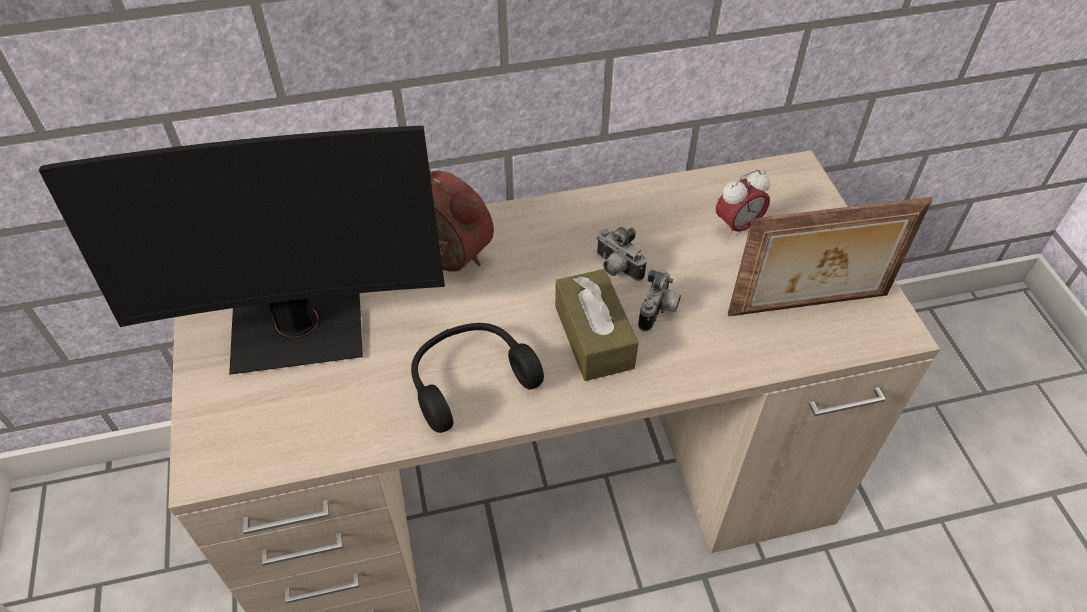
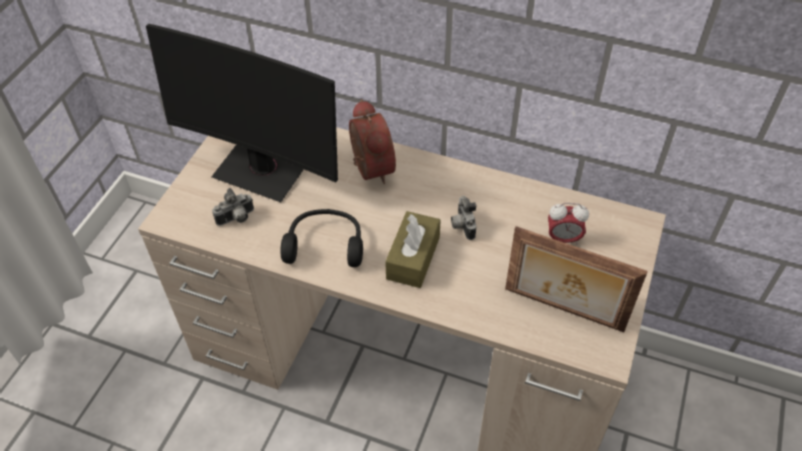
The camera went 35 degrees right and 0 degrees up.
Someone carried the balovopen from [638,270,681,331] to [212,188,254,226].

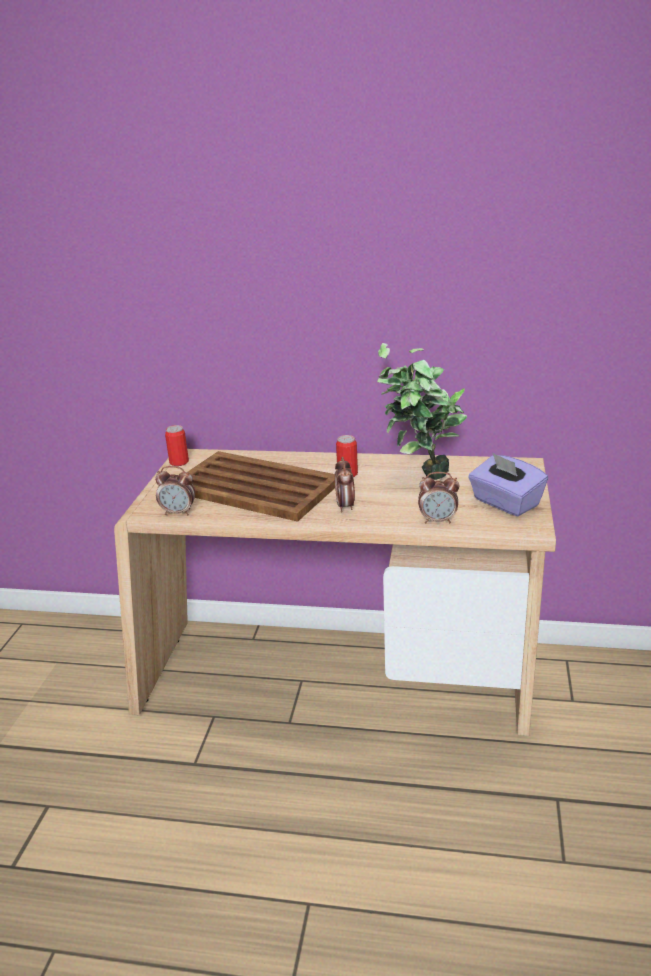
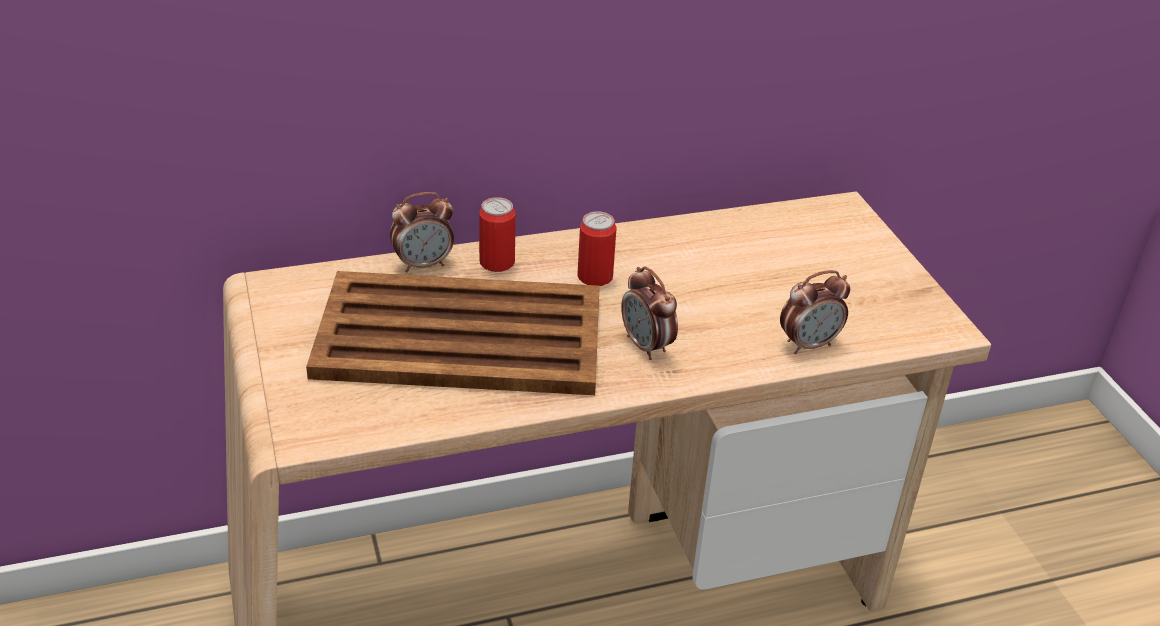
The camera went 30 degrees left and 10 degrees up.
Someone carried the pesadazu from [155,466,195,515] to [390,192,454,273].
Someone carried the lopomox from [165,425,189,466] to [479,197,516,272].
Someone took away the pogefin at [377,343,467,480].
Someone took away the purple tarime at [468,453,548,516].

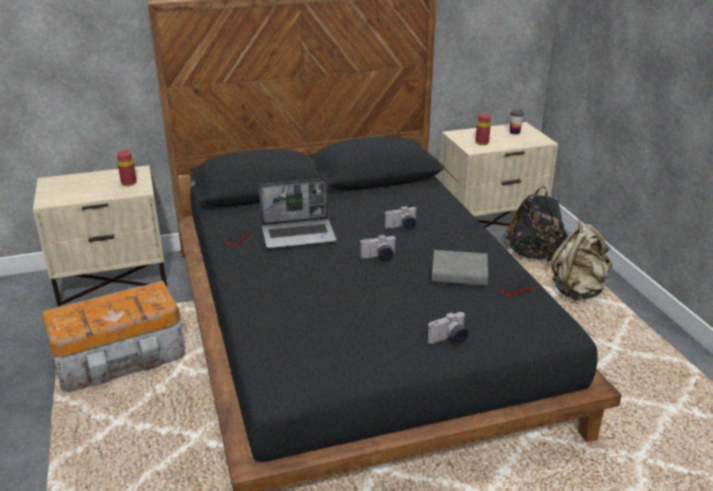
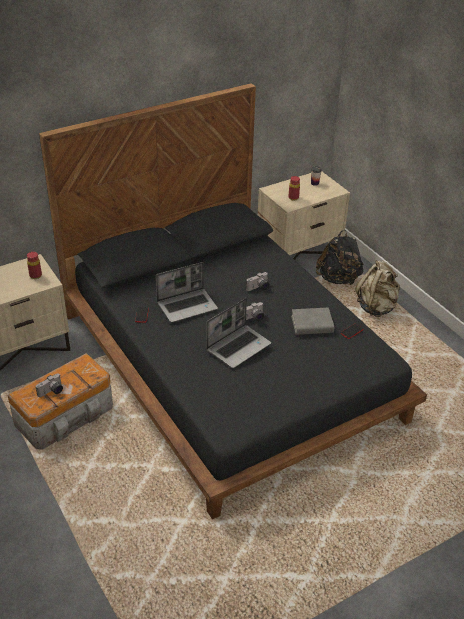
The camera went 15 degrees left and 10 degrees up.
Someone carried the balovopen from [426,312,468,344] to [36,373,63,397].
Someone put down the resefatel at [206,298,271,368].

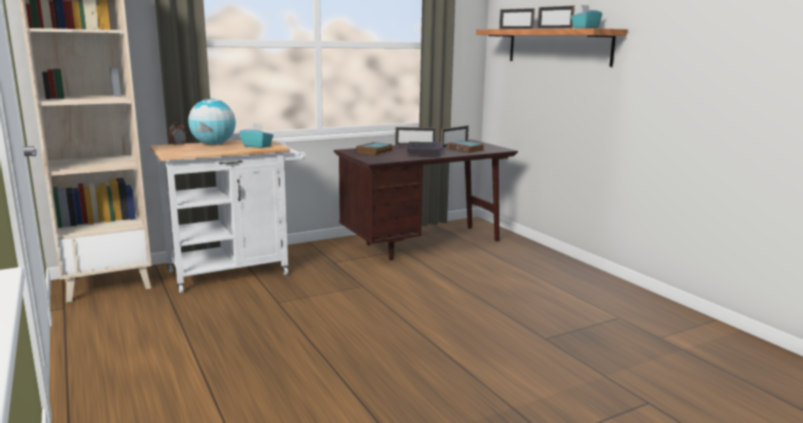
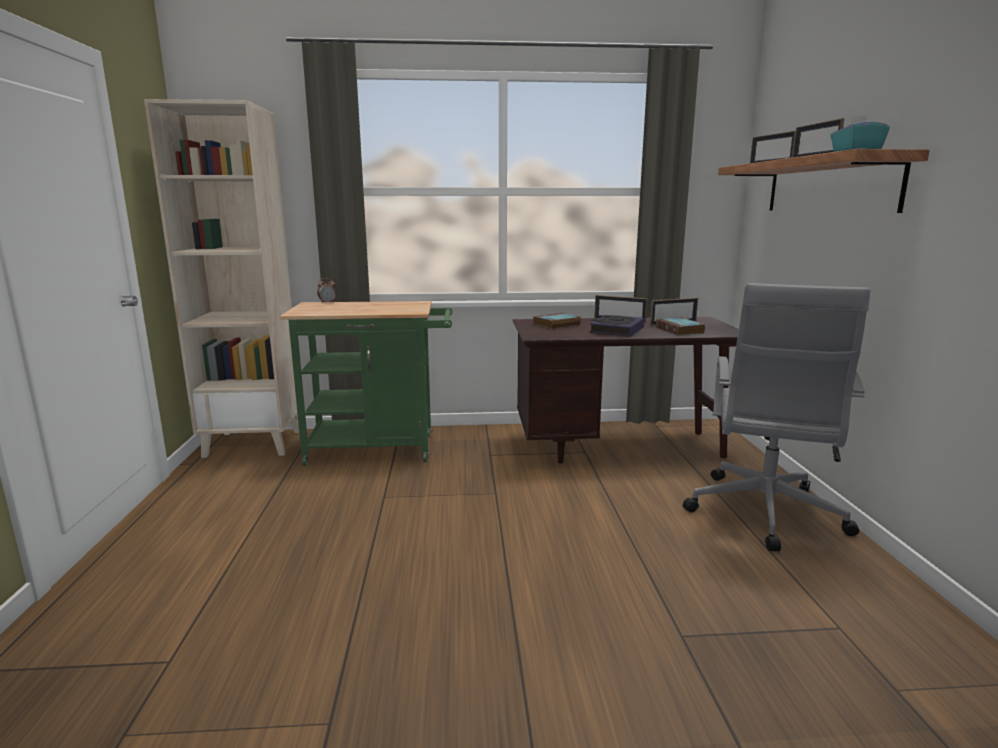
The camera went 25 degrees right and 0 degrees up.
Someone repainted the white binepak at [150,140,306,293], which became the green binepak at [279,301,452,466].
Someone put down the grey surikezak at [683,283,871,551].
Someone took away the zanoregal at [188,99,236,145].
Someone took away the turquoise tarime at [240,123,274,148].

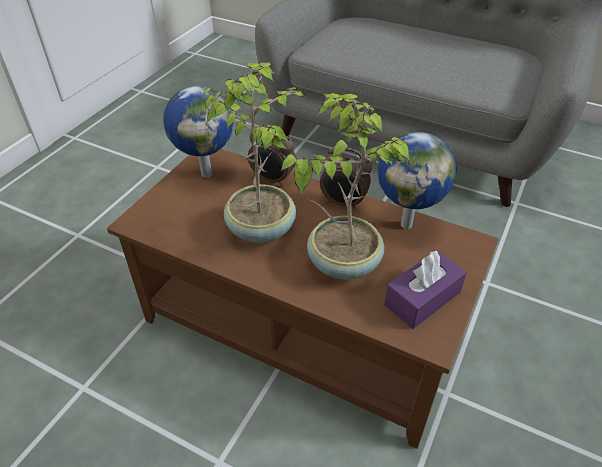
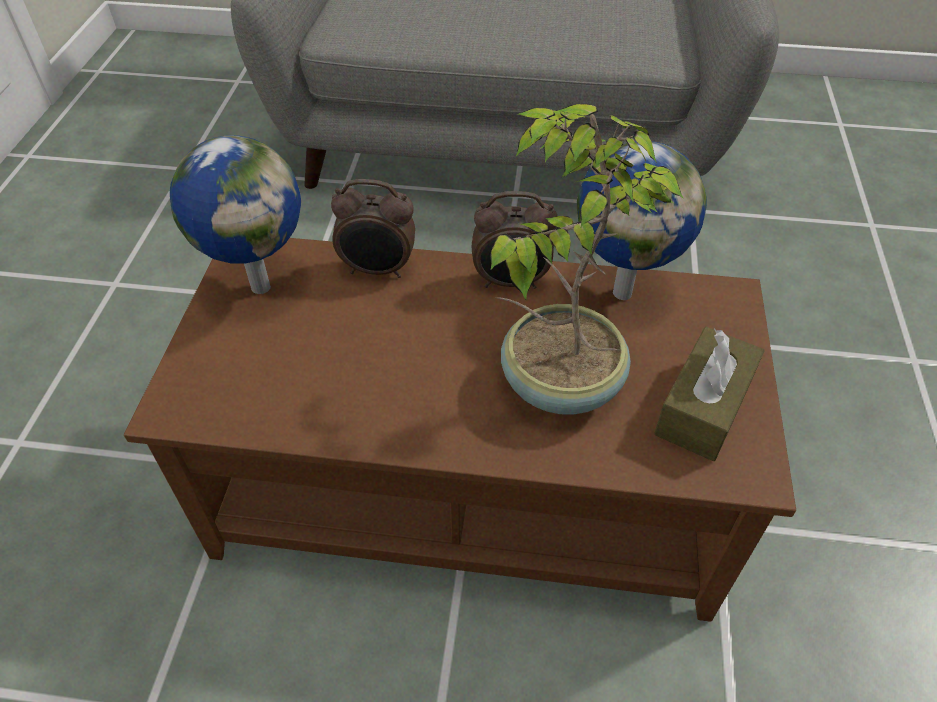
The camera went 20 degrees left and 5 degrees up.
Someone repainted the purple tarime at [384,251,467,329], which became the brown tarime at [654,327,765,461].
Someone took away the pogefin at [201,63,306,243].

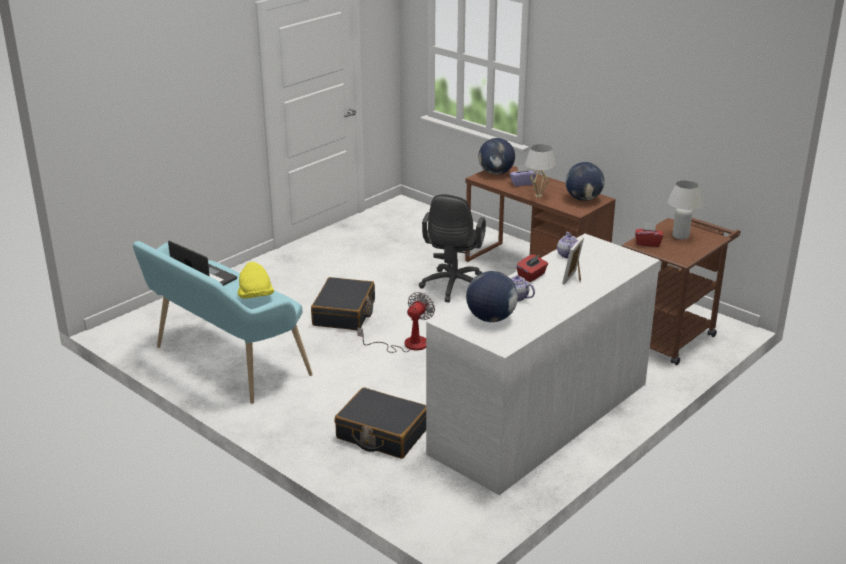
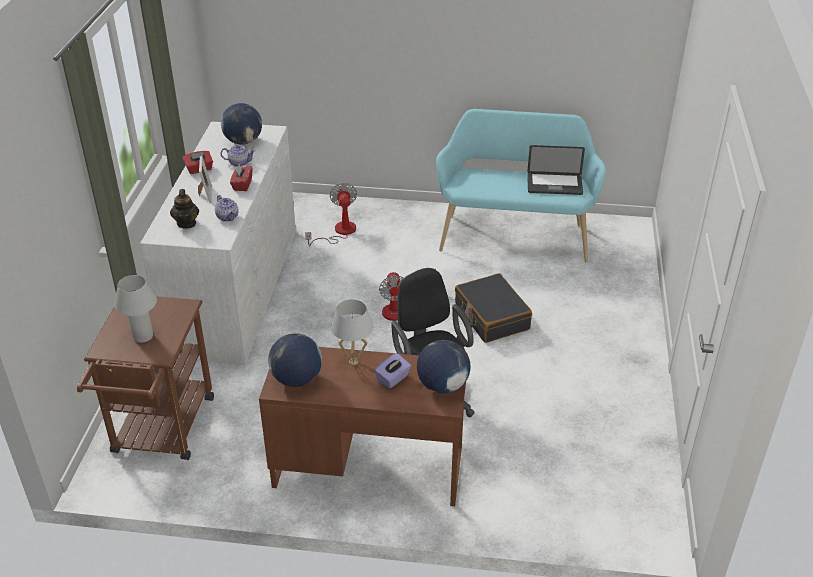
The camera went 145 degrees right and 10 degrees up.
Someone put down the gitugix at [170,189,199,229].
Someone carried the red tarime from [635,223,663,247] to [183,151,213,174].
Someone swapped the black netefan at [334,387,426,459] for the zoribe at [305,183,357,246].
Someone took away the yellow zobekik at [237,262,274,299].

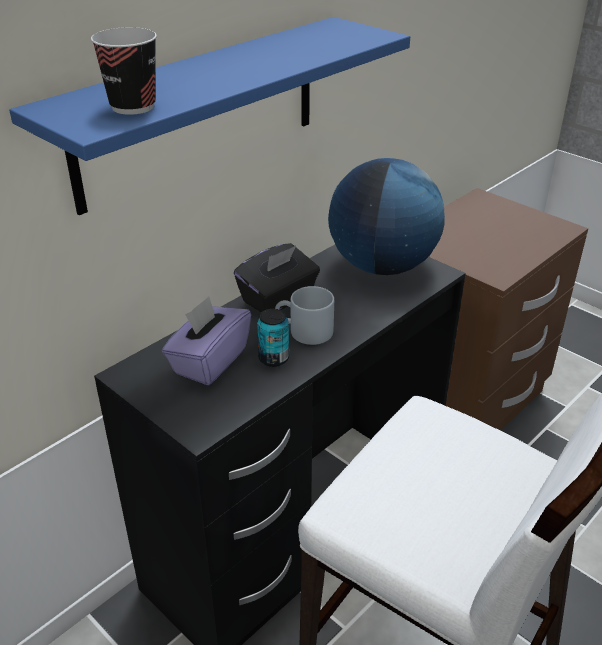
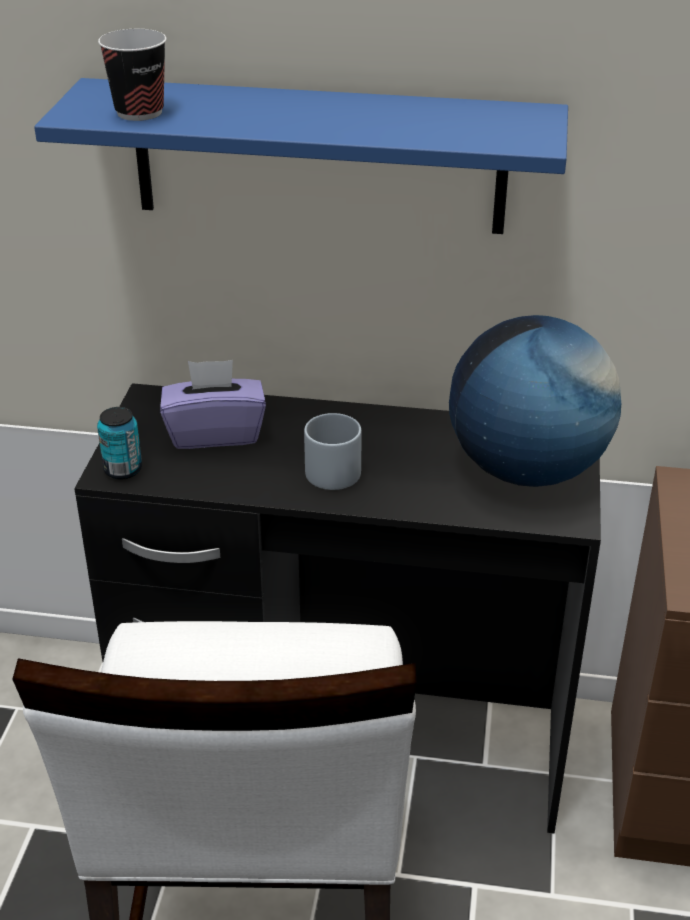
The camera went 55 degrees right and 0 degrees up.
Someone carried the lopomox from [257,309,289,367] to [97,407,142,480].
Someone took away the black tarime at [234,243,320,313].

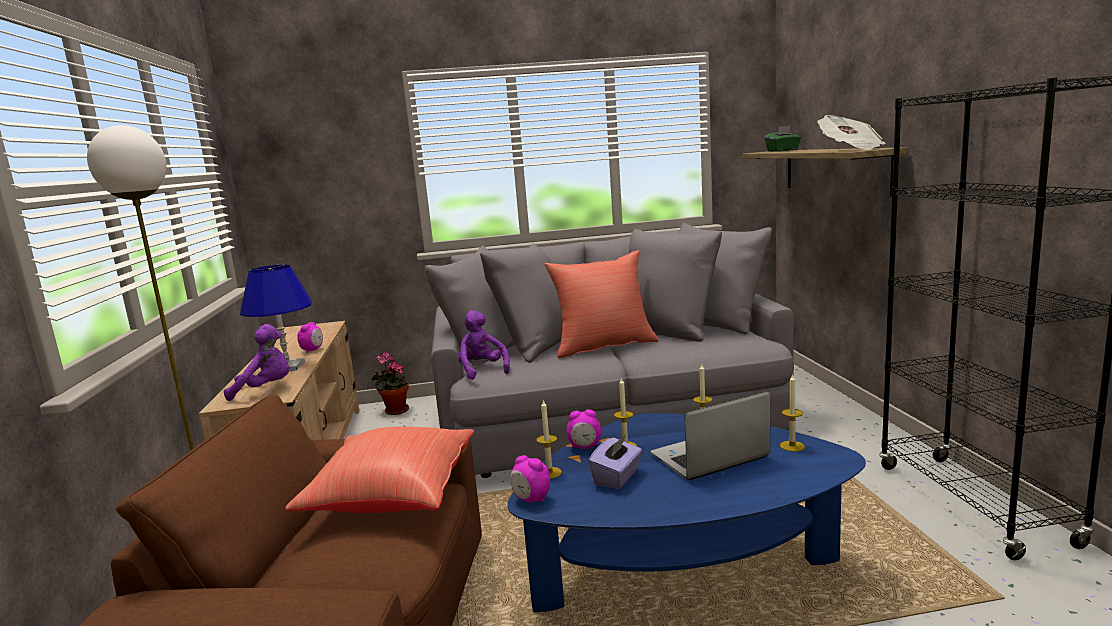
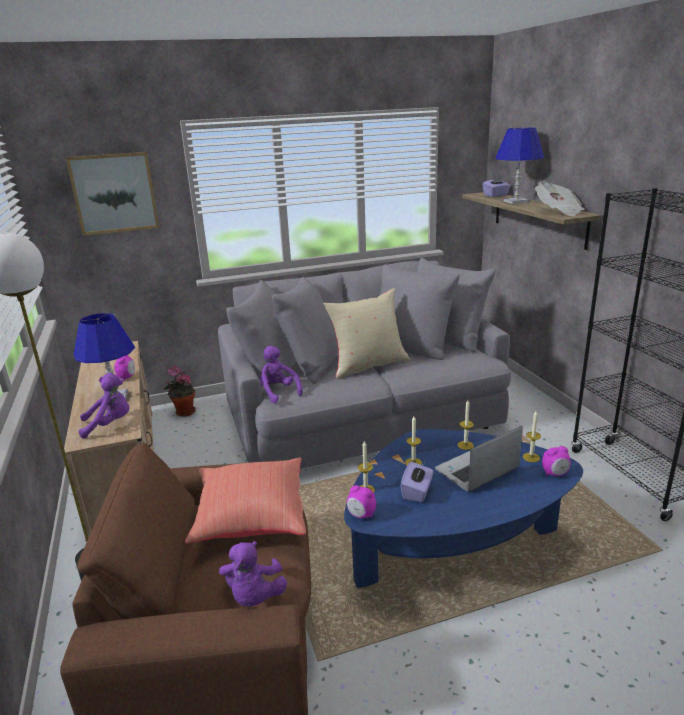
The camera went 10 degrees left and 10 degrees up.
Someone put up the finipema at [65,152,160,236].
Someone put down the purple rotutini at [219,541,287,606].
Someone repainted the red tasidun at [544,250,659,358], which became the beige tasidun at [324,288,410,379].
Someone repainted the green tarime at [765,126,801,152], which became the purple tarime at [482,176,511,197].
Someone put down the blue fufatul at [495,127,544,204].
Someone carried the pesadazu from [567,409,601,449] to [542,446,571,476].

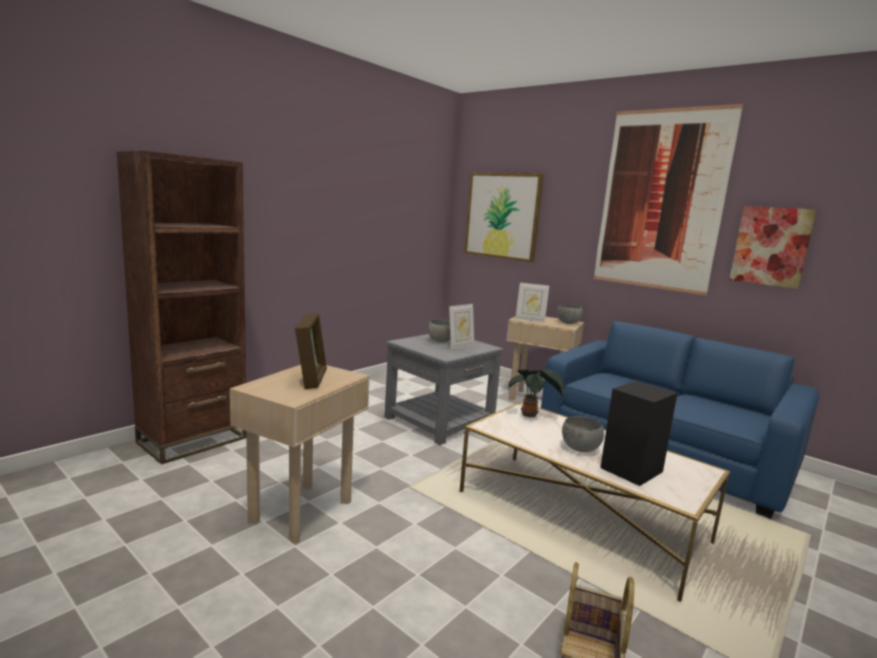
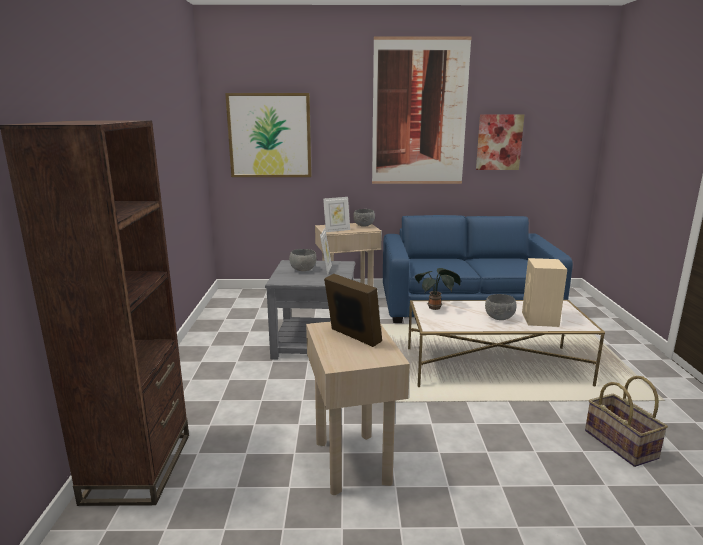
The camera went 40 degrees left and 5 degrees up.
Someone repainted the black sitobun at [600,381,677,486], which became the beige sitobun at [522,258,567,327].

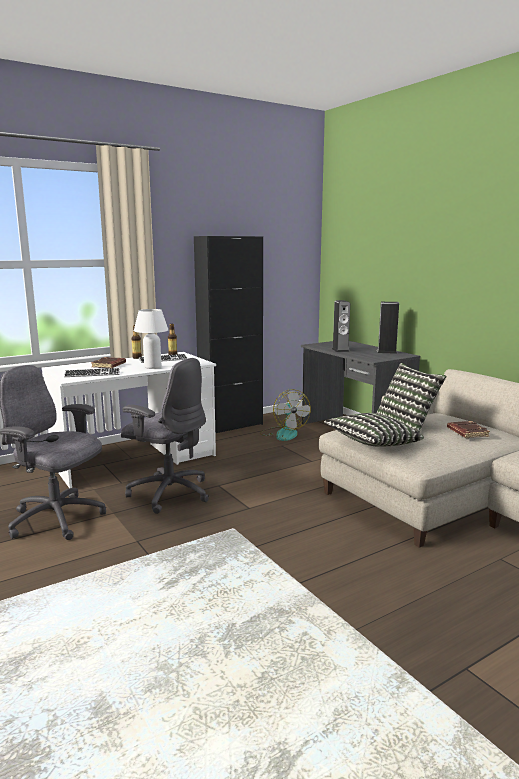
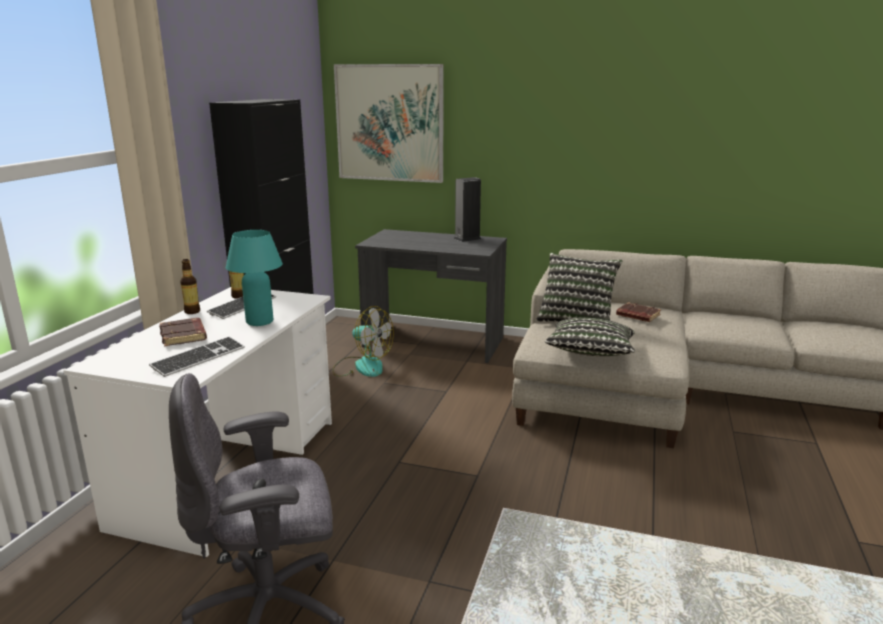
The camera went 40 degrees left and 5 degrees up.
Someone repainted the white fufatul at [134,309,168,369], which became the turquoise fufatul at [226,230,283,326].
Someone put up the finipema at [334,64,443,183].
Someone took away the grey surikezak at [121,358,209,514].
Someone took away the sitobun at [332,300,350,352].

